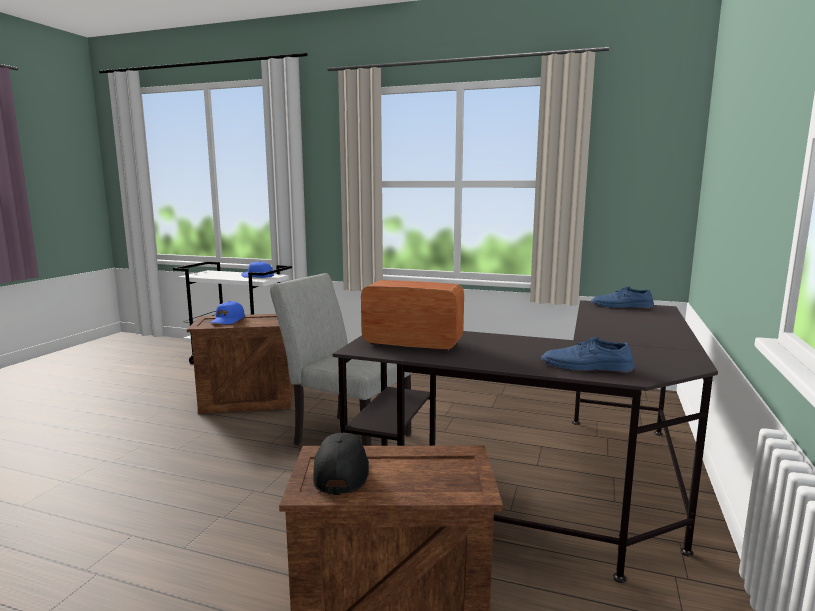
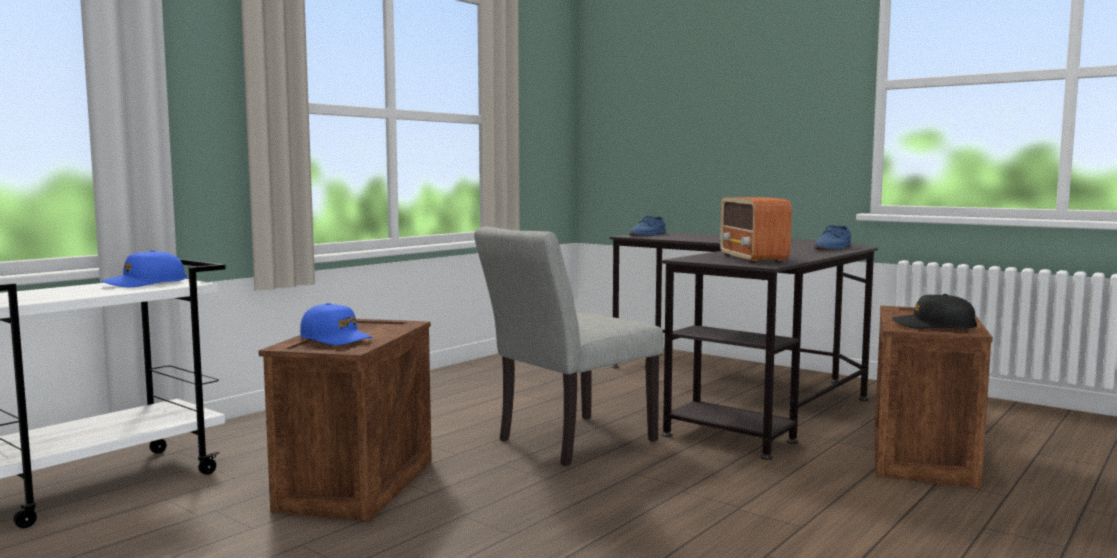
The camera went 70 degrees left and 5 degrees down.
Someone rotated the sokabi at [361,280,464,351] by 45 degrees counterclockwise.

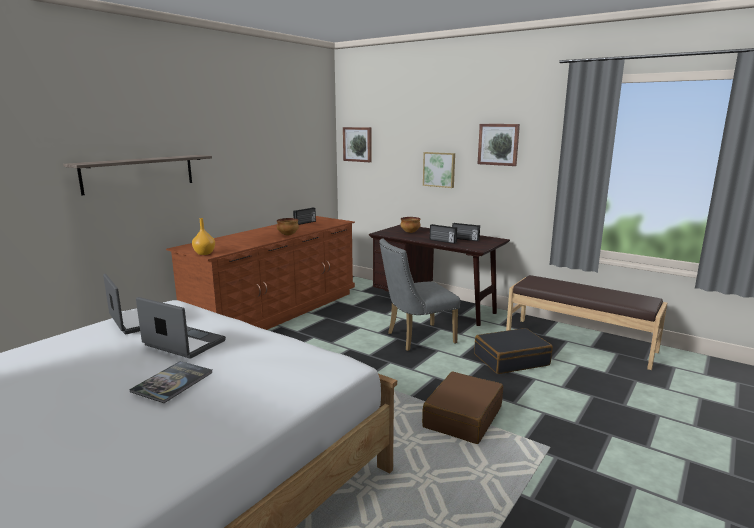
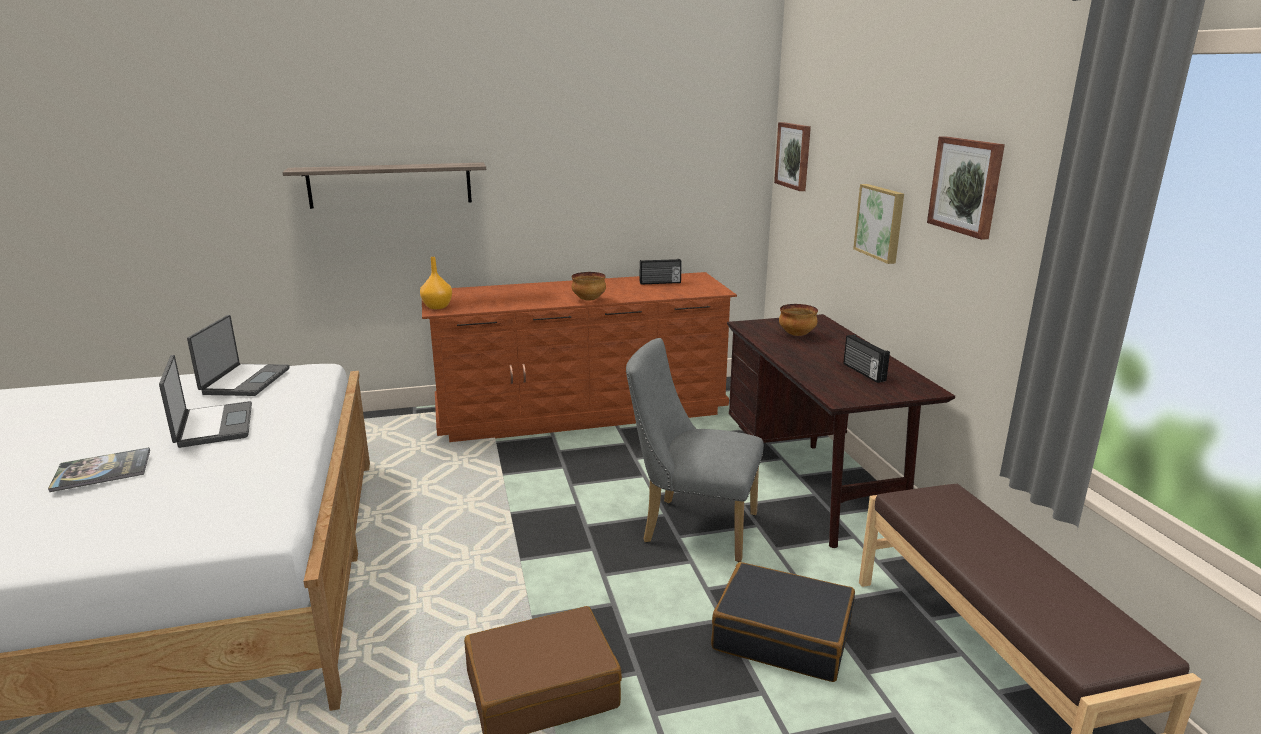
The camera went 40 degrees right and 5 degrees up.
Someone took away the sokabi at [430,224,457,244].

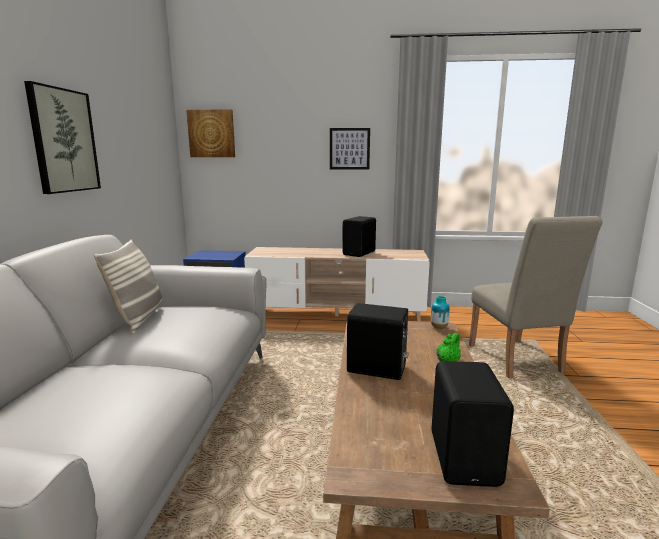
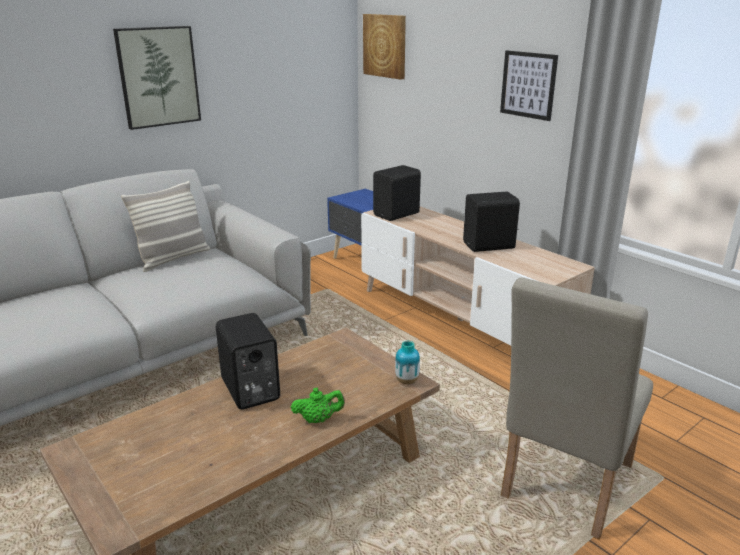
The camera went 45 degrees right and 10 degrees up.
Someone carried the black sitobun from [431,361,514,487] to [373,165,421,221].

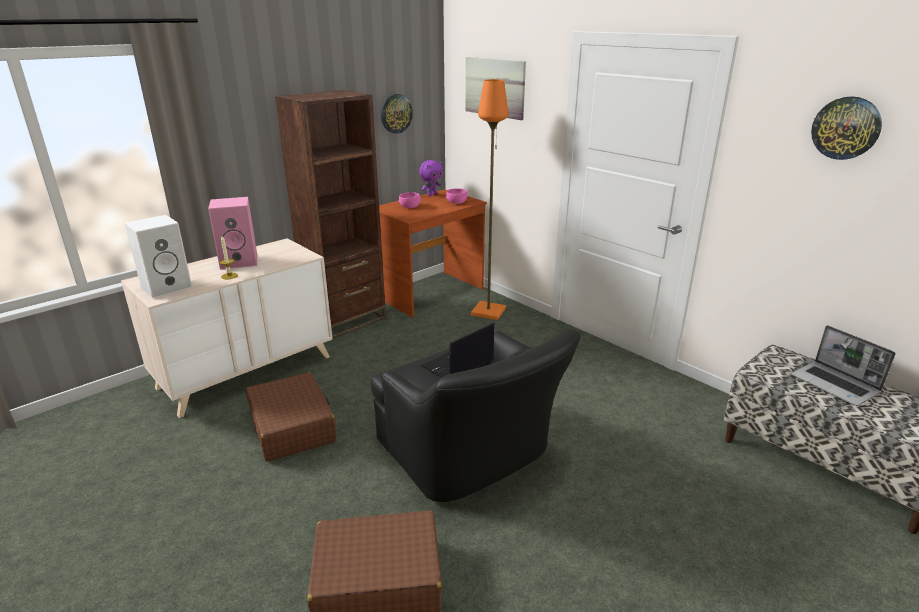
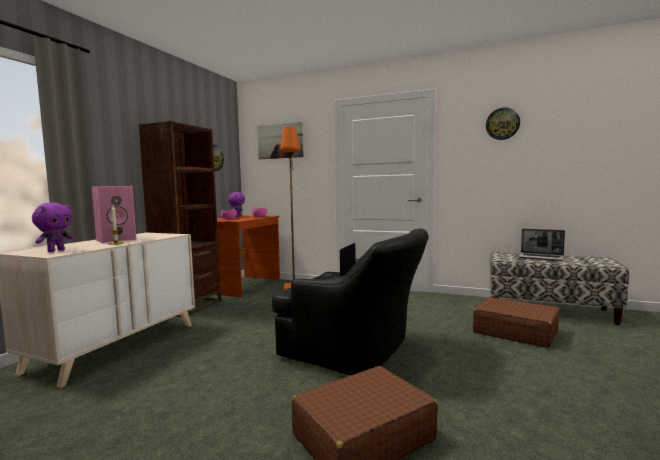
The camera went 25 degrees left and 20 degrees down.
Someone swapped the white sitobun at [124,215,192,299] for the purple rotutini at [32,203,73,252].
Someone carried the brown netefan from [246,372,336,461] to [473,297,560,348].

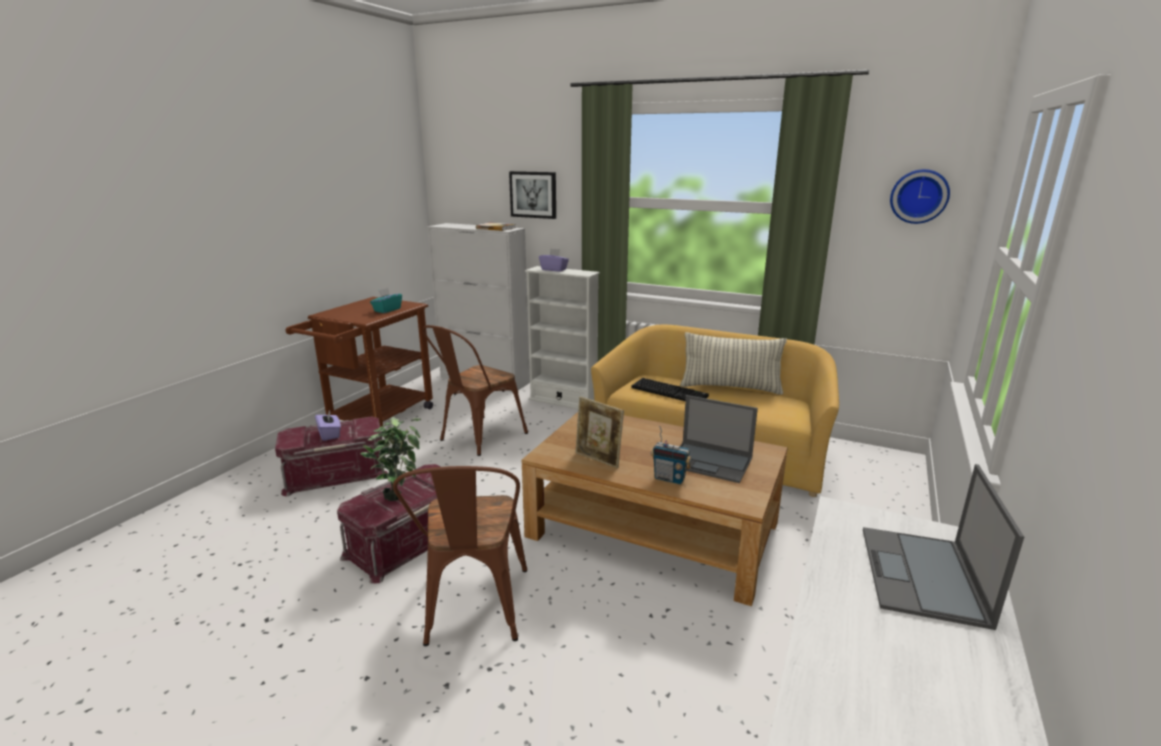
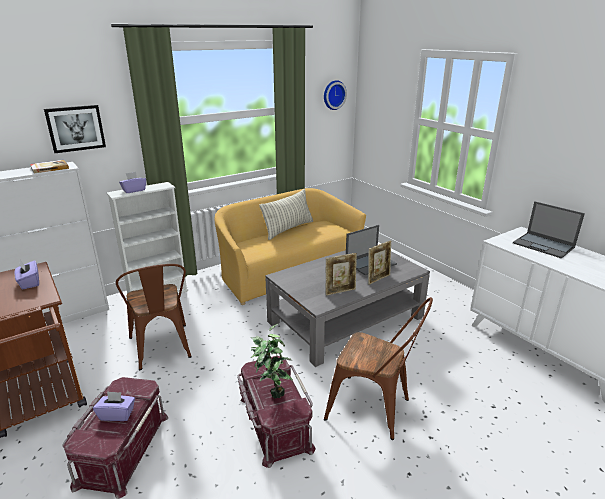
The camera went 60 degrees left and 5 degrees up.
Someone repainted the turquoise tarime at [370,288,402,313], which became the purple tarime at [14,260,39,289].
Someone repainted the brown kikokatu at [522,412,788,606], which became the grey kikokatu at [265,250,430,367].
Someone swapped the sokabi at [651,426,692,484] for the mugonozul at [368,241,391,285].
Someone took away the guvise at [632,378,709,401].

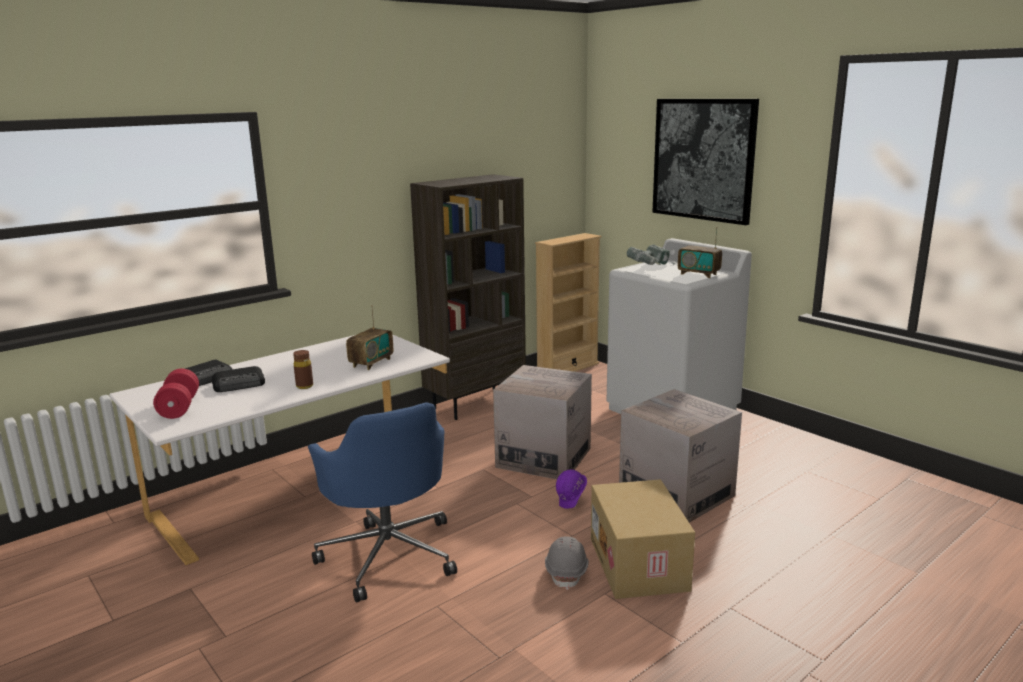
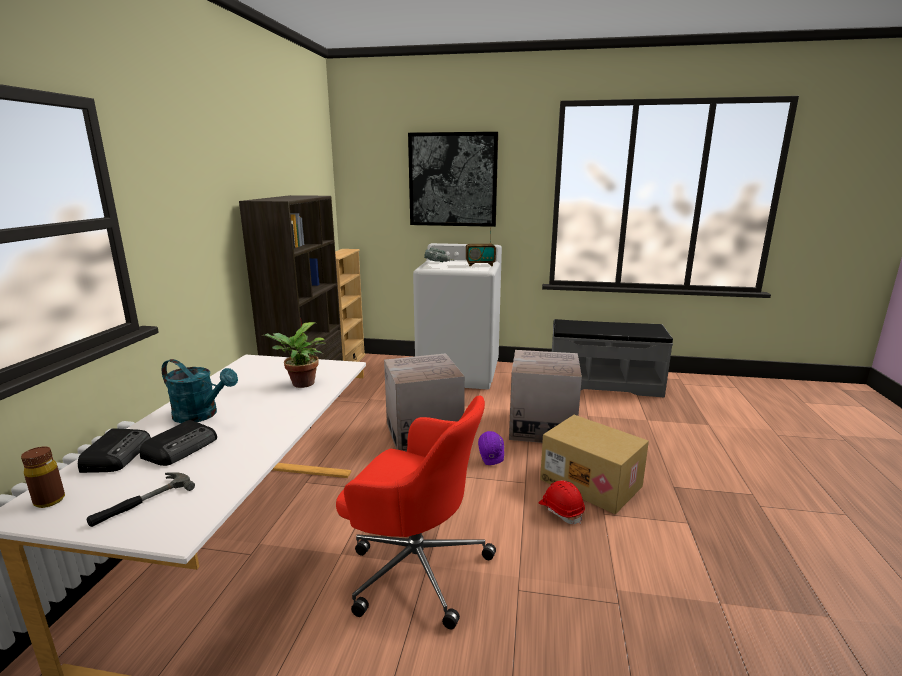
The camera went 40 degrees left and 0 degrees up.
Someone carried the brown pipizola from [293,350,313,389] to [21,446,65,508].
Someone swapped the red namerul at [153,368,199,419] for the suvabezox at [87,472,195,527].
Someone put down the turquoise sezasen at [162,359,238,423].
Someone swapped the sokabi at [346,305,393,370] for the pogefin at [262,322,326,388].
Someone repainted the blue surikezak at [308,402,457,603], which became the red surikezak at [336,396,496,630].
Someone repainted the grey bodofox at [545,536,589,590], which became the red bodofox at [538,480,585,524].
Someone put down the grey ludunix at [552,319,673,398].

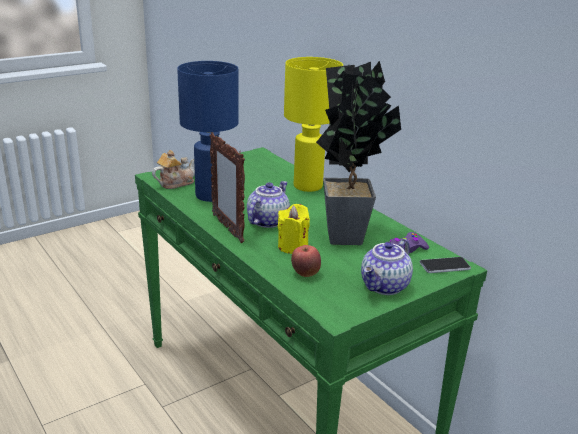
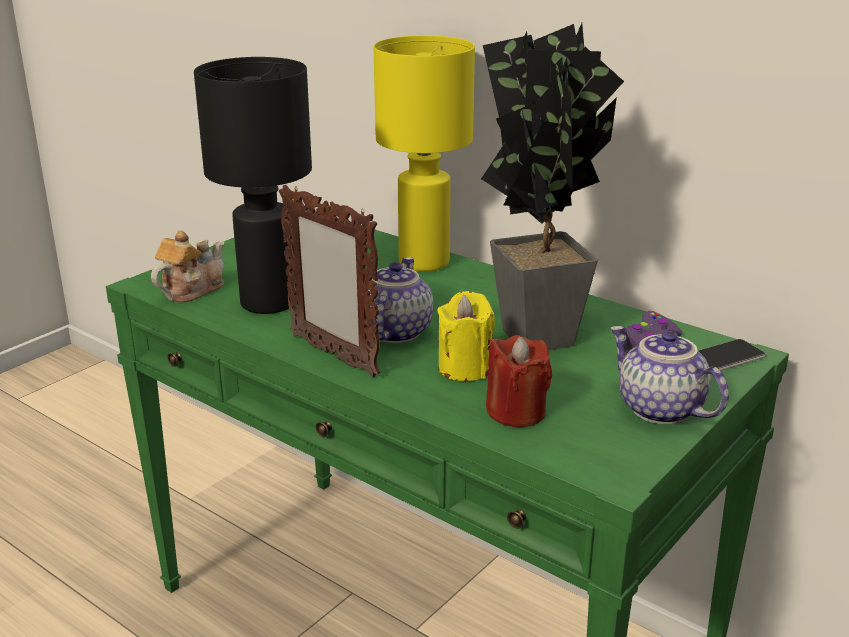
The camera went 15 degrees left and 0 degrees up.
Someone repainted the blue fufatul at [177,61,239,202], which became the black fufatul at [194,57,312,314].
Someone swapped the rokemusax at [291,245,321,277] for the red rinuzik at [486,335,552,427].
Someone rotated the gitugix at [361,239,413,295] by 120 degrees clockwise.

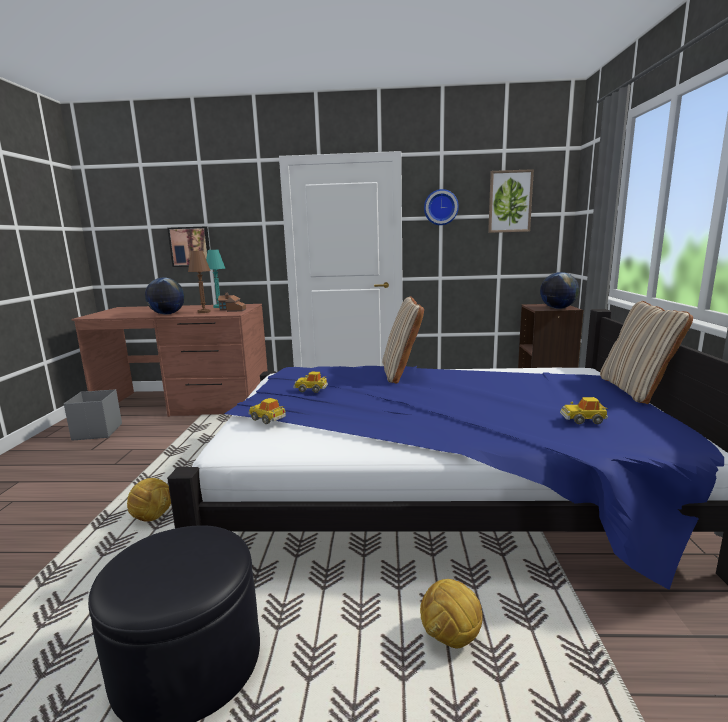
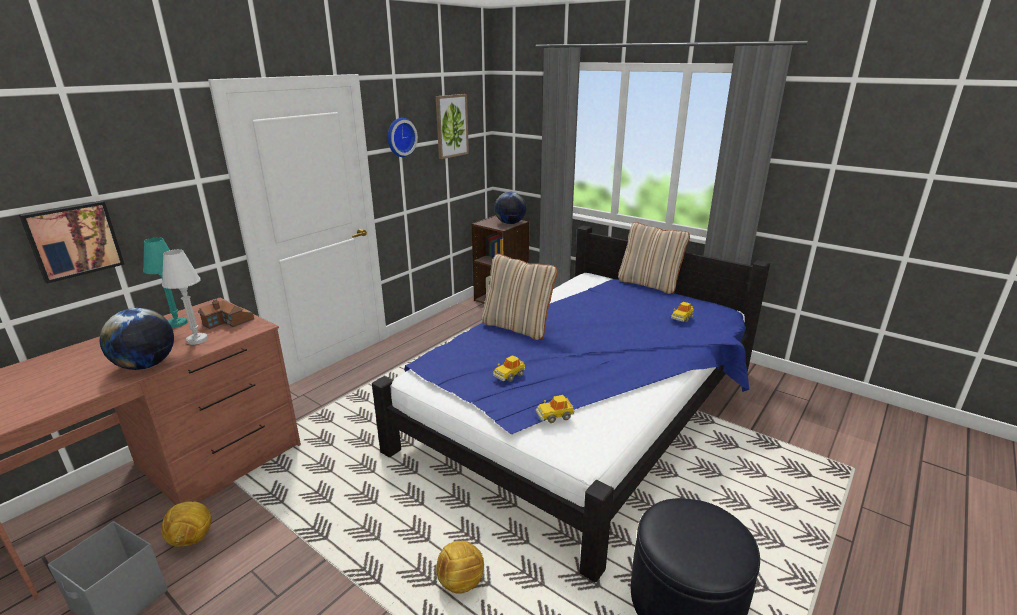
The camera went 55 degrees left and 10 degrees up.
Someone carried the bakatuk from [420,579,483,648] to [161,501,211,547].
Someone repainted the brown fufatul at [188,251,211,313], which became the white fufatul at [162,249,208,345].

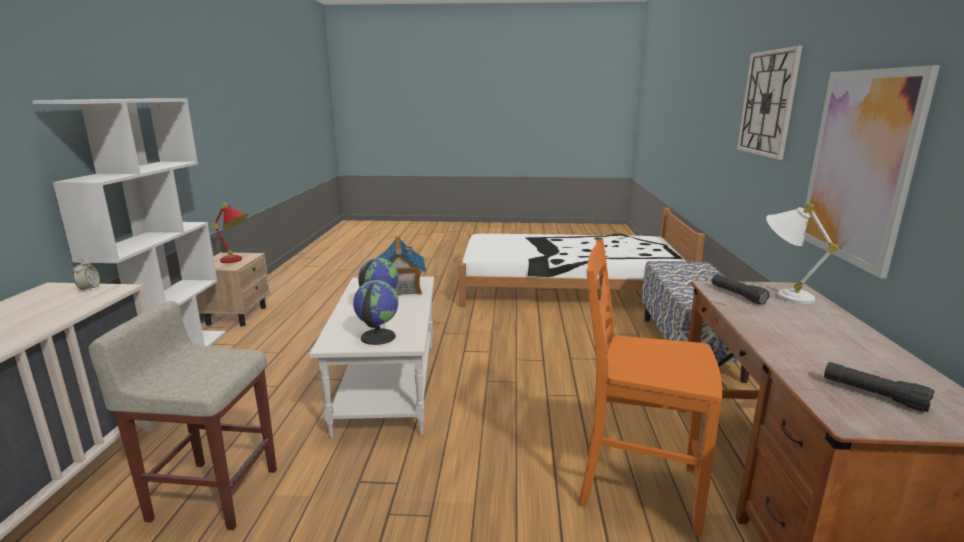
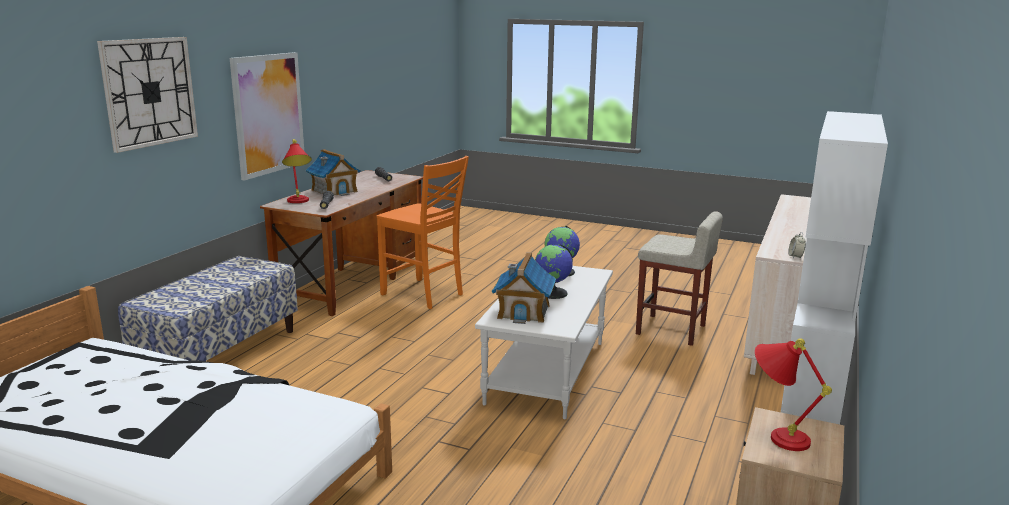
The camera went 160 degrees left and 0 degrees up.
Someone repainted the white fufatul at [766,204,838,304], which became the red fufatul at [282,139,312,203].
Someone put down the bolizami at [306,149,360,196].

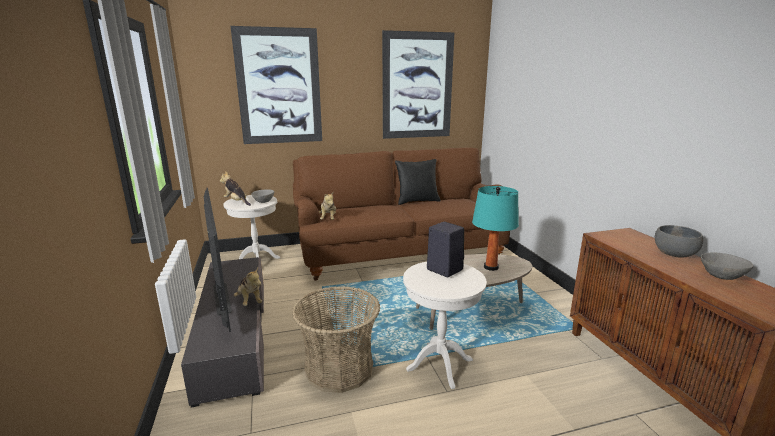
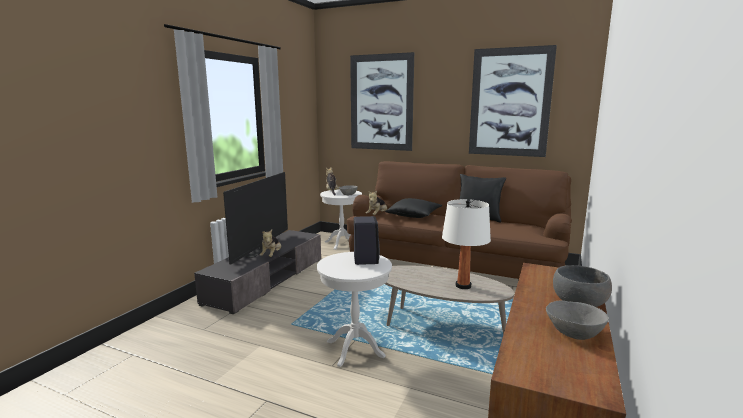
The camera went 40 degrees right and 5 degrees down.
Someone put down the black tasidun at [385,198,442,218].
Someone repainted the turquoise fufatul at [472,186,519,271], which became the white fufatul at [442,199,491,289].
Someone took away the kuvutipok at [292,286,380,393].

